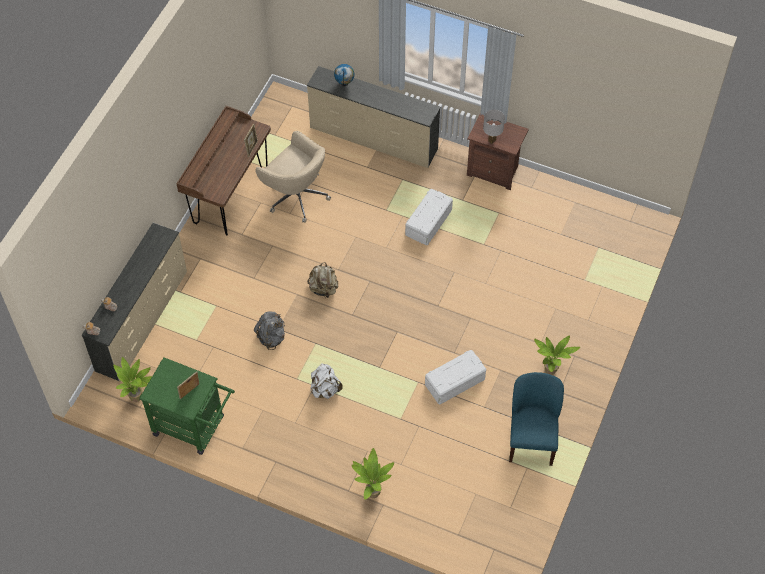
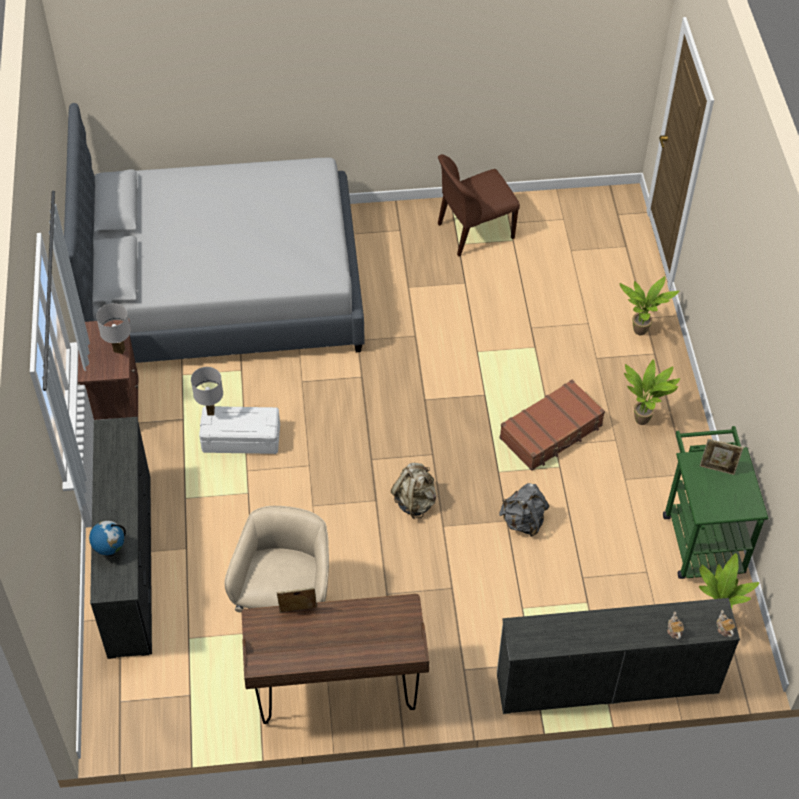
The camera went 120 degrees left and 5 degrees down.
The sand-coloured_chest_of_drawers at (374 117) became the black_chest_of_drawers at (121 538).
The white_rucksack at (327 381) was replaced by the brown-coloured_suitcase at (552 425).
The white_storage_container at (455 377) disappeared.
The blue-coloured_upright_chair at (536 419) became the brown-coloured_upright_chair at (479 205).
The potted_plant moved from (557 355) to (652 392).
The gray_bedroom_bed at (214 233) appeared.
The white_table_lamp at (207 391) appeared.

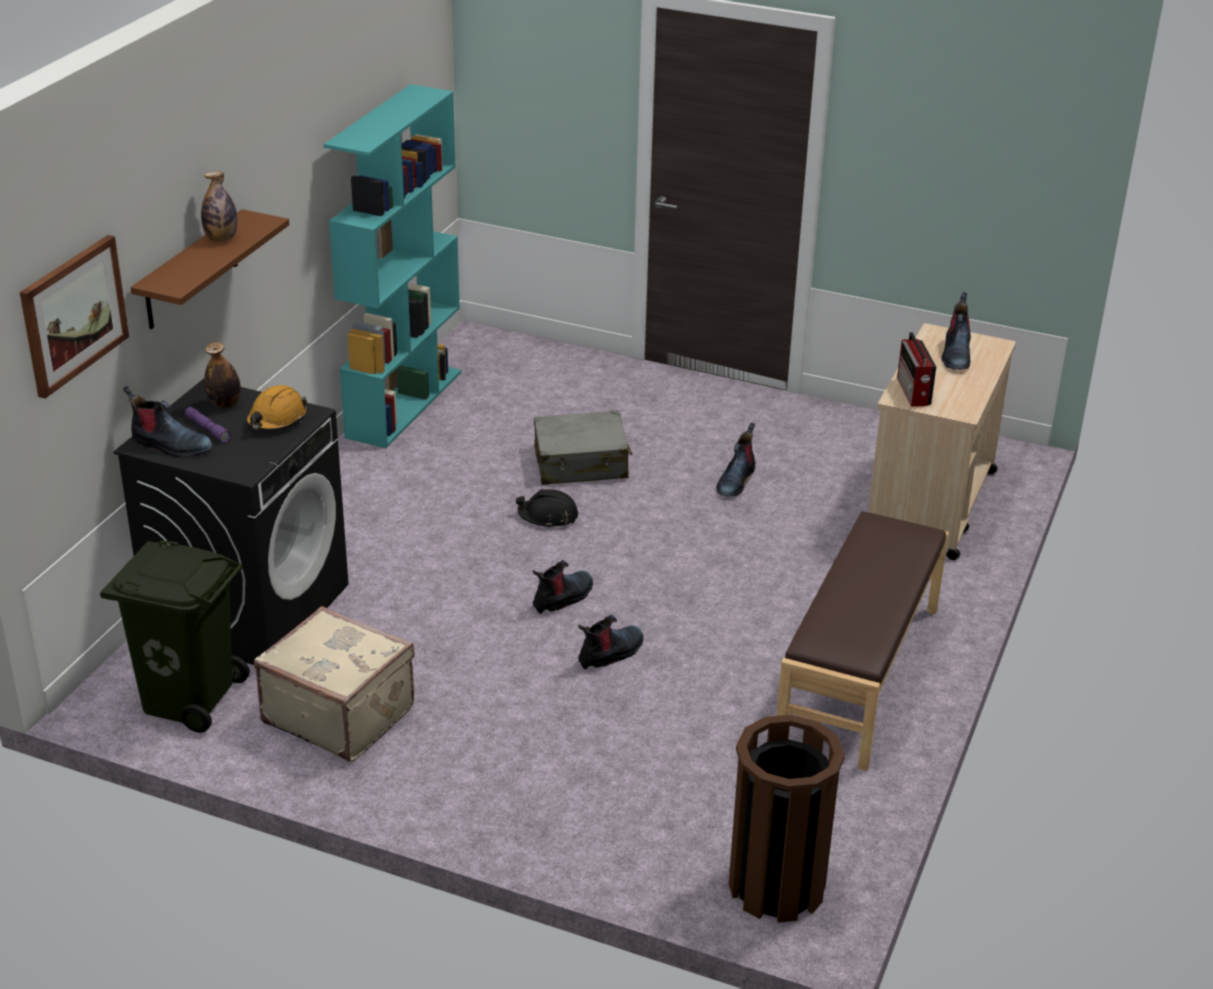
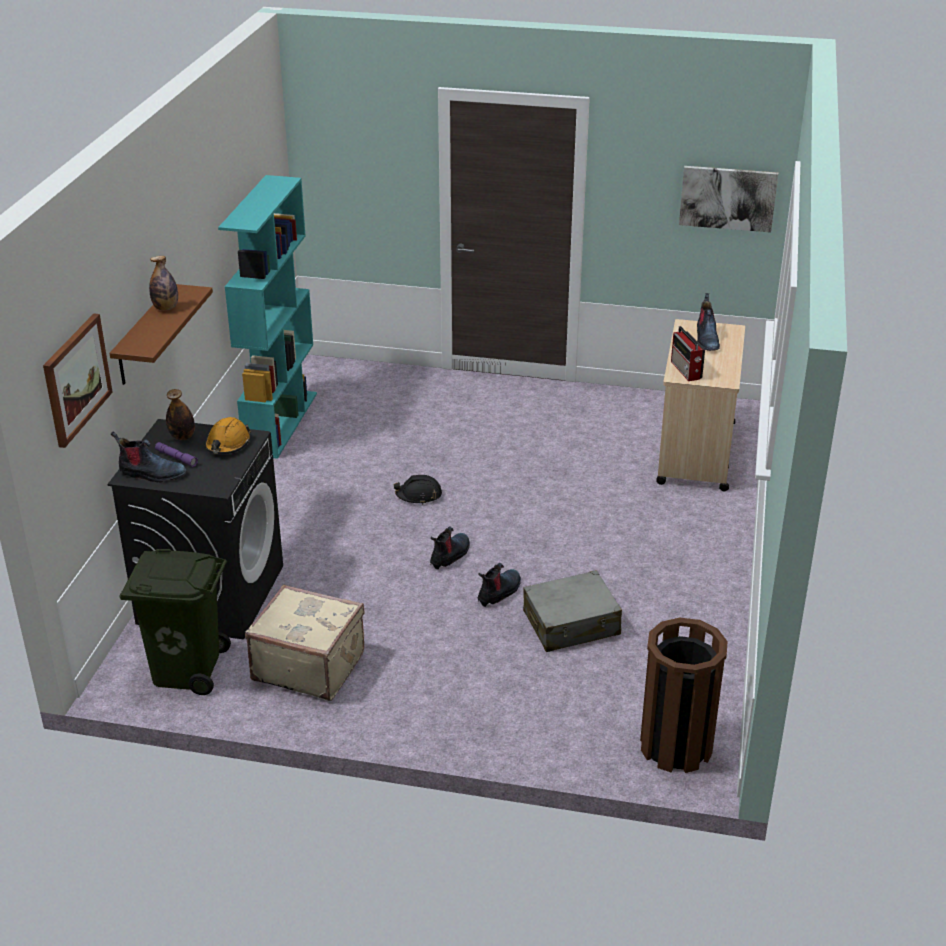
The camera went 10 degrees left and 0 degrees up.
The gray_suitcase moved from (583 447) to (572 611).
The boot at (736 460) disappeared.
The brown-coloured_long_seat at (862 641) disappeared.
The wall_picture at (728 199) appeared.

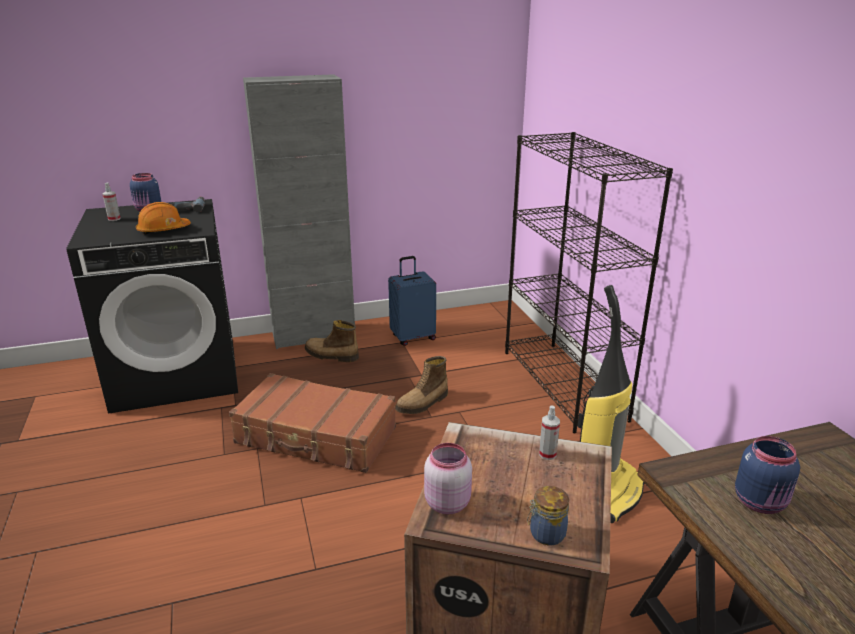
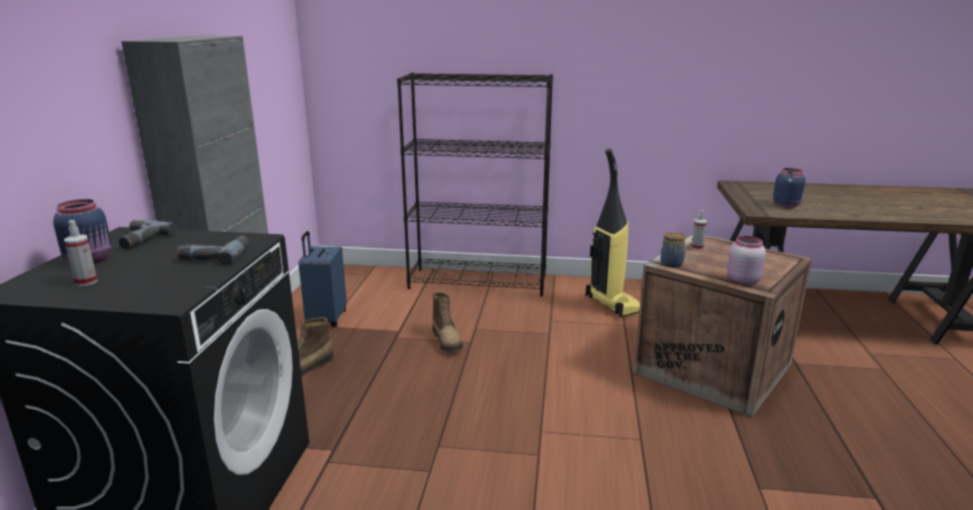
The camera went 65 degrees left and 5 degrees down.
The orange_work_helmet at (163 218) was replaced by the power_drill at (212 250).
The brown-coloured_suitcase at (312 423) disappeared.
The preserve_jar moved from (548 515) to (673 249).

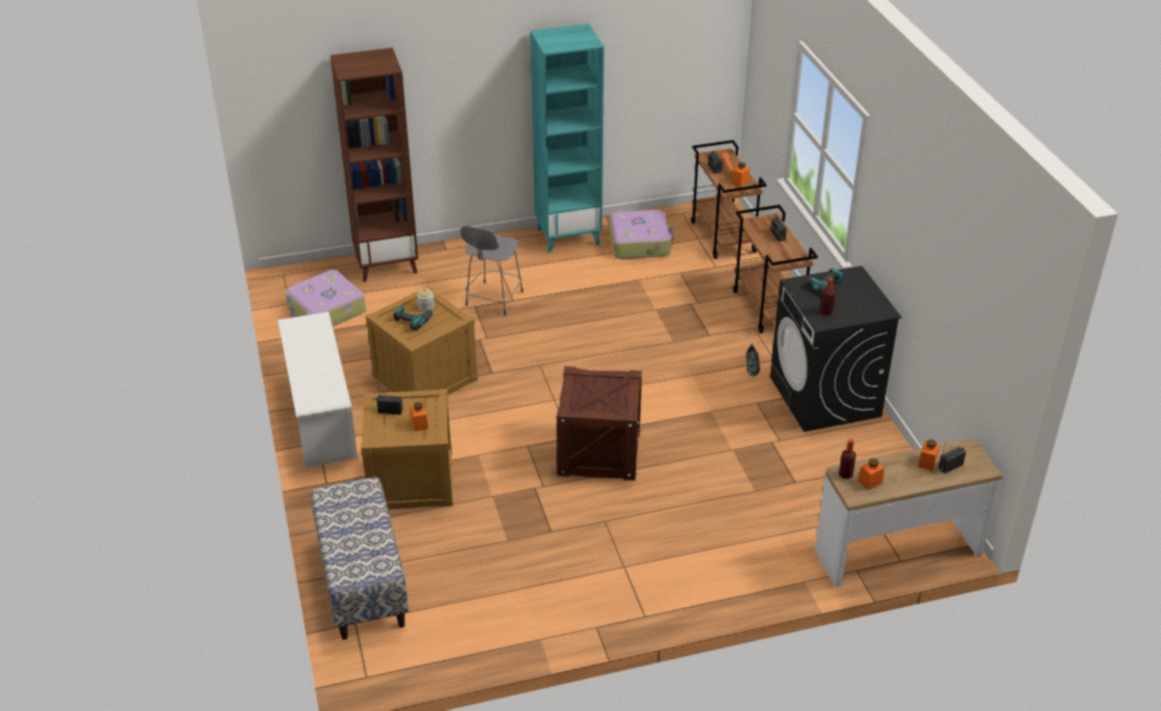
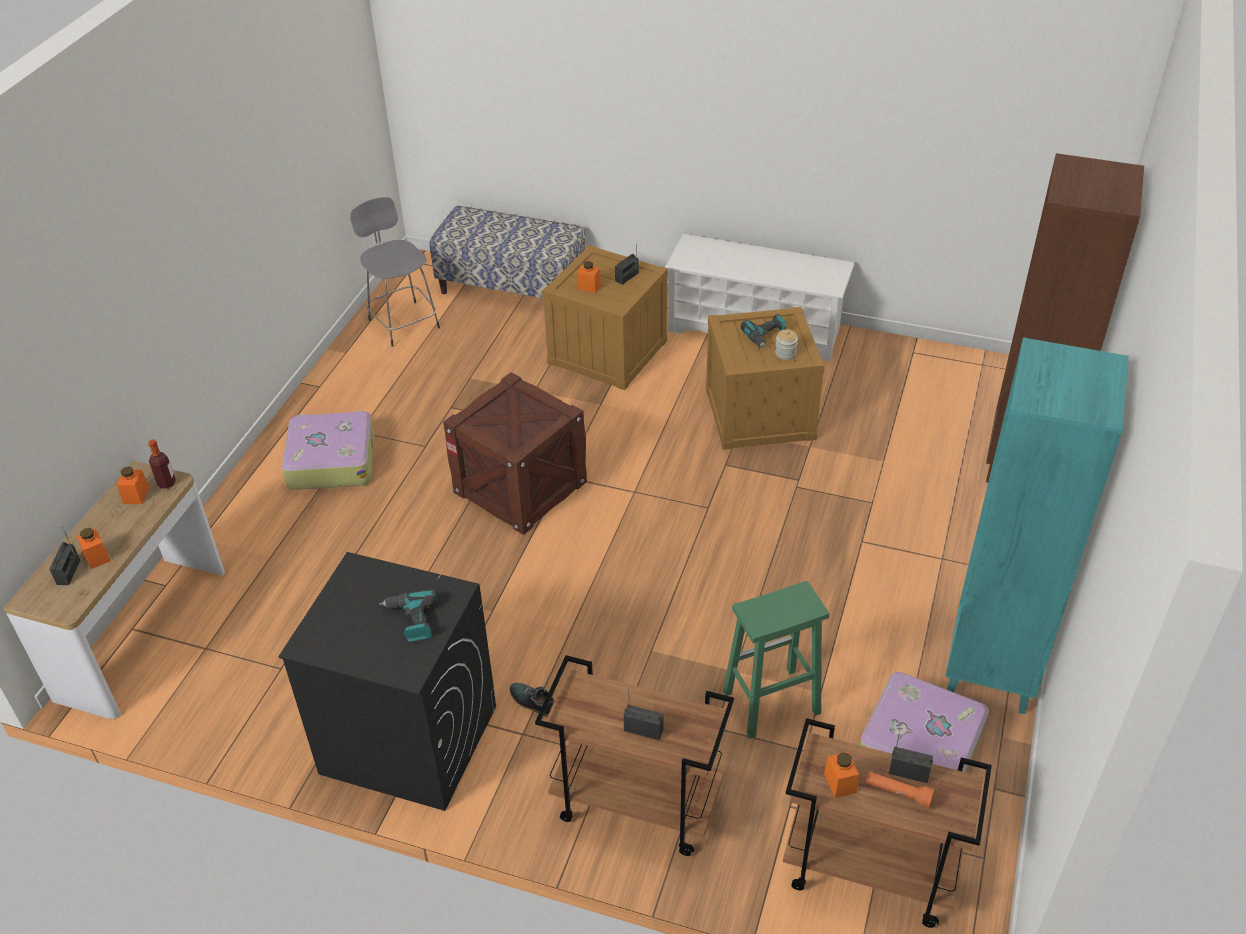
The camera went 125 degrees right and 5 degrees up.
The suitcase moved from (325 298) to (328 450).
The gray_sitting_stool moved from (491 271) to (395 272).
The drink_bottle at (828 297) disappeared.
The greenish_sitting_stool at (776 660) appeared.

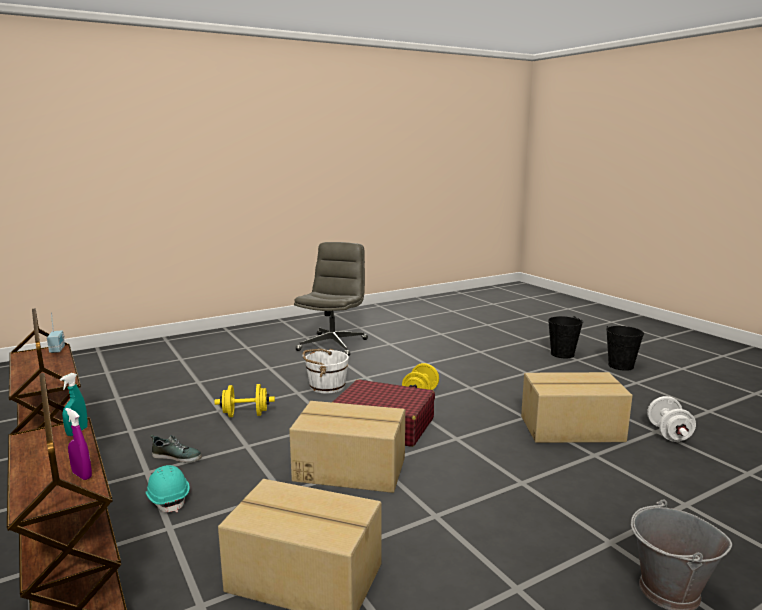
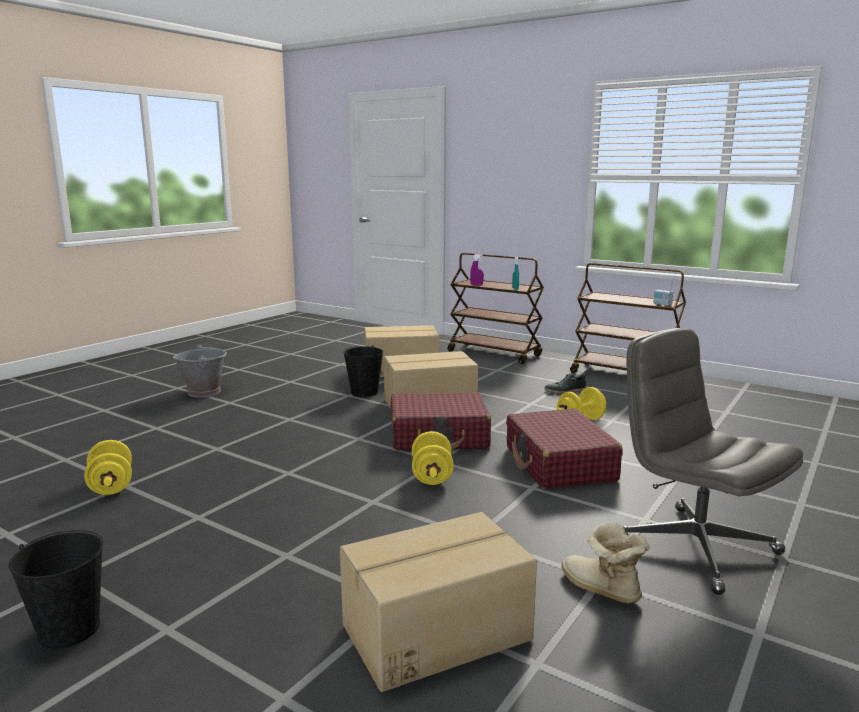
The camera went 155 degrees right and 0 degrees up.
The blue-green_work_helmet at (167 488) disappeared.
The gray_computer_chair at (331 299) turned 150 degrees clockwise.
The white_pail at (325 371) was replaced by the reddish_suitcase at (564 448).
The carton moved from (577 407) to (438 602).
The black_pail moved from (565 337) to (363 371).
The white_hand_weight at (671 419) became the yellow_hand_weight at (108 467).
The boot at (605 563) appeared.

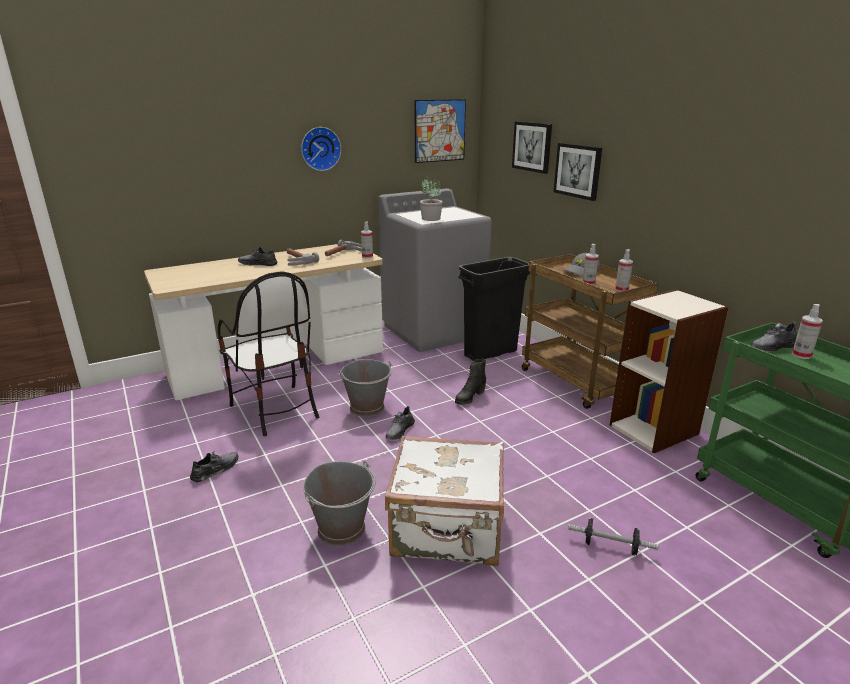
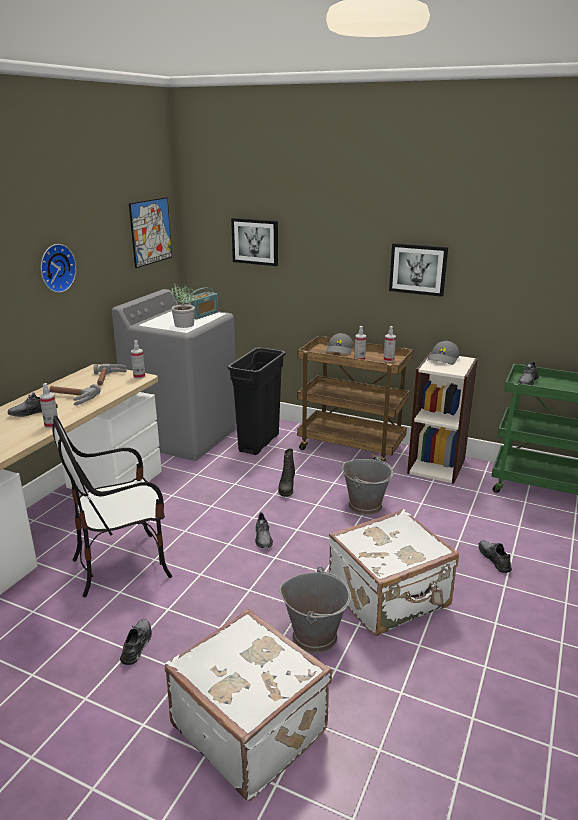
The camera went 35 degrees left and 0 degrees up.
The upright_chair at (268 354) turned 135 degrees clockwise.
The gray_pail moved from (365 388) to (368 485).
The wall_picture moved from (577 172) to (418 270).
The hand_weight at (613 537) was replaced by the gray_shoe at (495 556).
The sprayer moved from (807 331) to (48 405).
The white_suitcase at (248 705) appeared.
The radio_receiver at (201 303) appeared.
The gray_baseball_cap at (443 353) appeared.

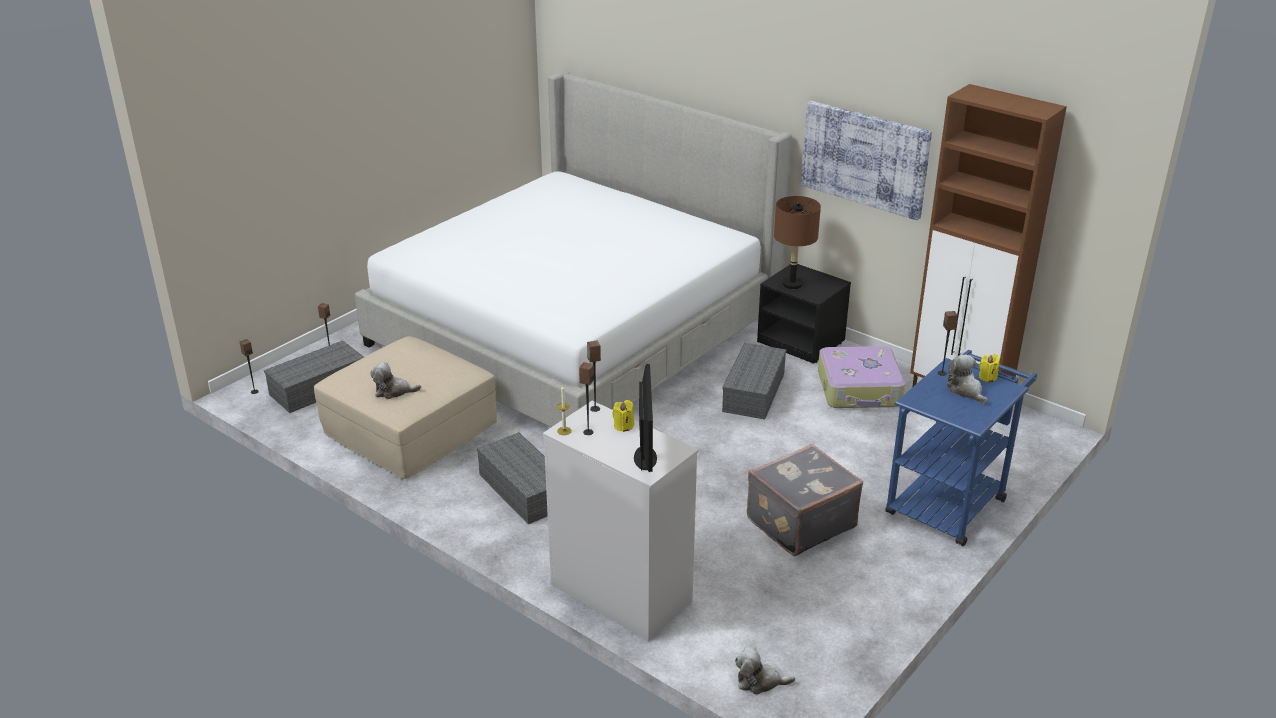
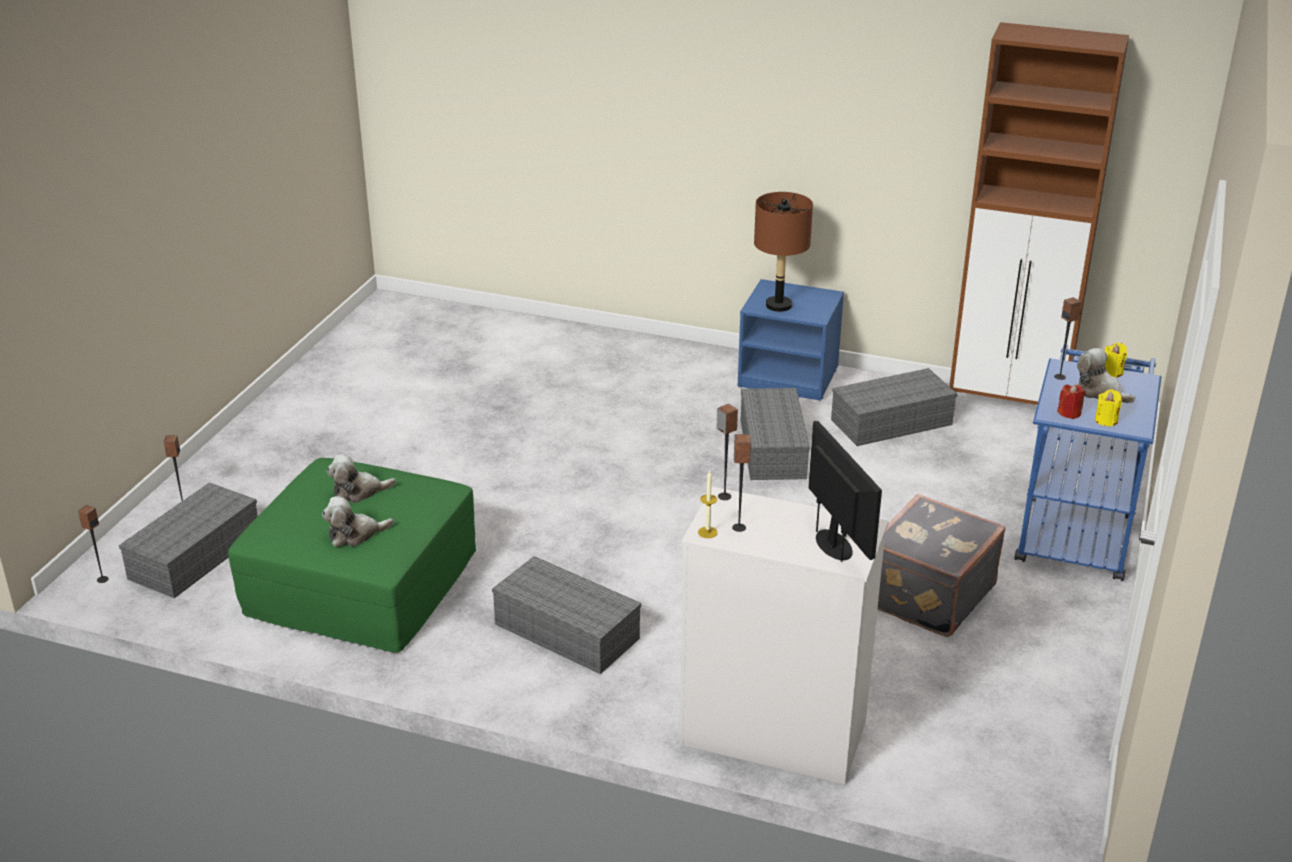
The camera went 20 degrees left and 0 degrees up.
The sand-coloured_ottoman at (405 407) became the greenish_ottoman at (352 555).
The bedroom_bed at (573 249) disappeared.
The yellow_candle moved from (623 416) to (1108 407).
The plush_toy moved from (765 671) to (361 478).
The black_nightstand at (804 314) became the blue-coloured_nightstand at (791 340).
The wall_picture at (866 160) disappeared.
The suitcase at (861 377) was replaced by the gray_storage_container at (894 407).
The reddish_candle at (1071 401) appeared.

